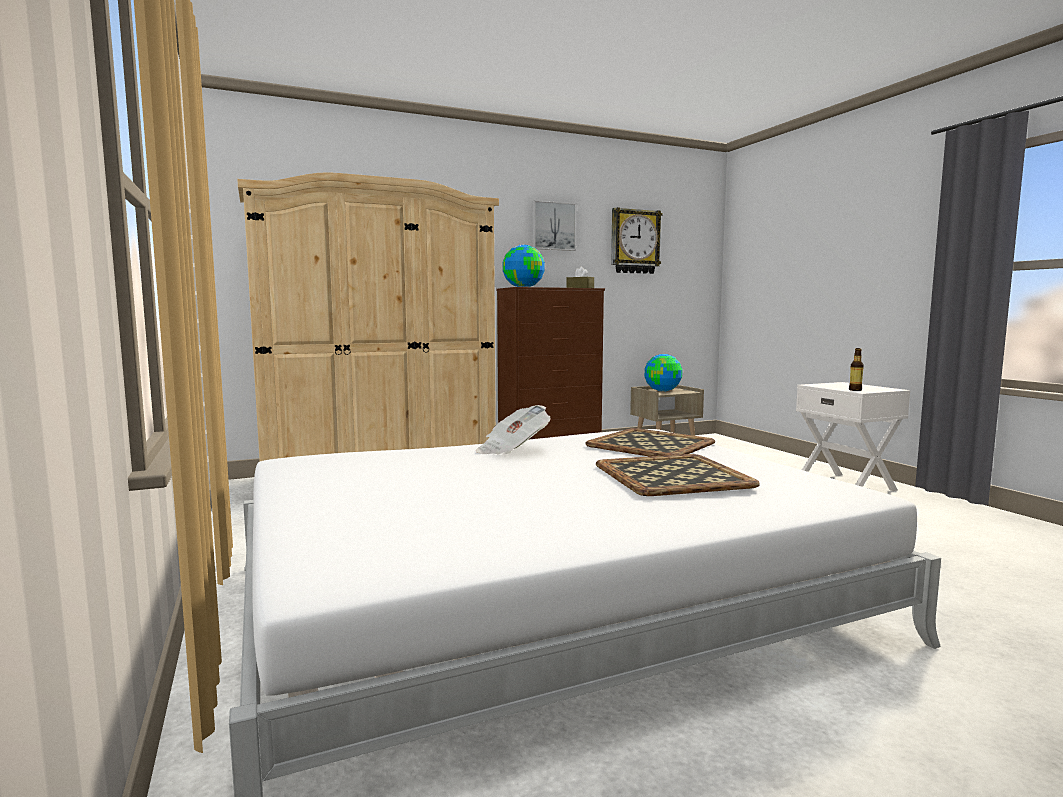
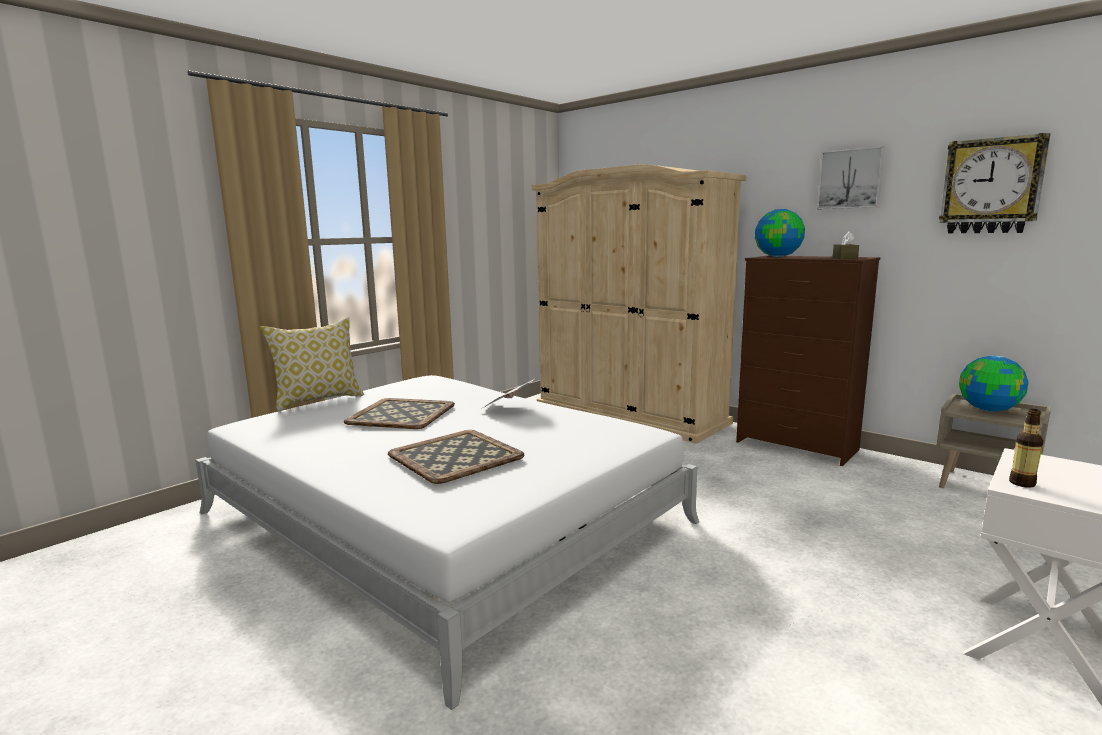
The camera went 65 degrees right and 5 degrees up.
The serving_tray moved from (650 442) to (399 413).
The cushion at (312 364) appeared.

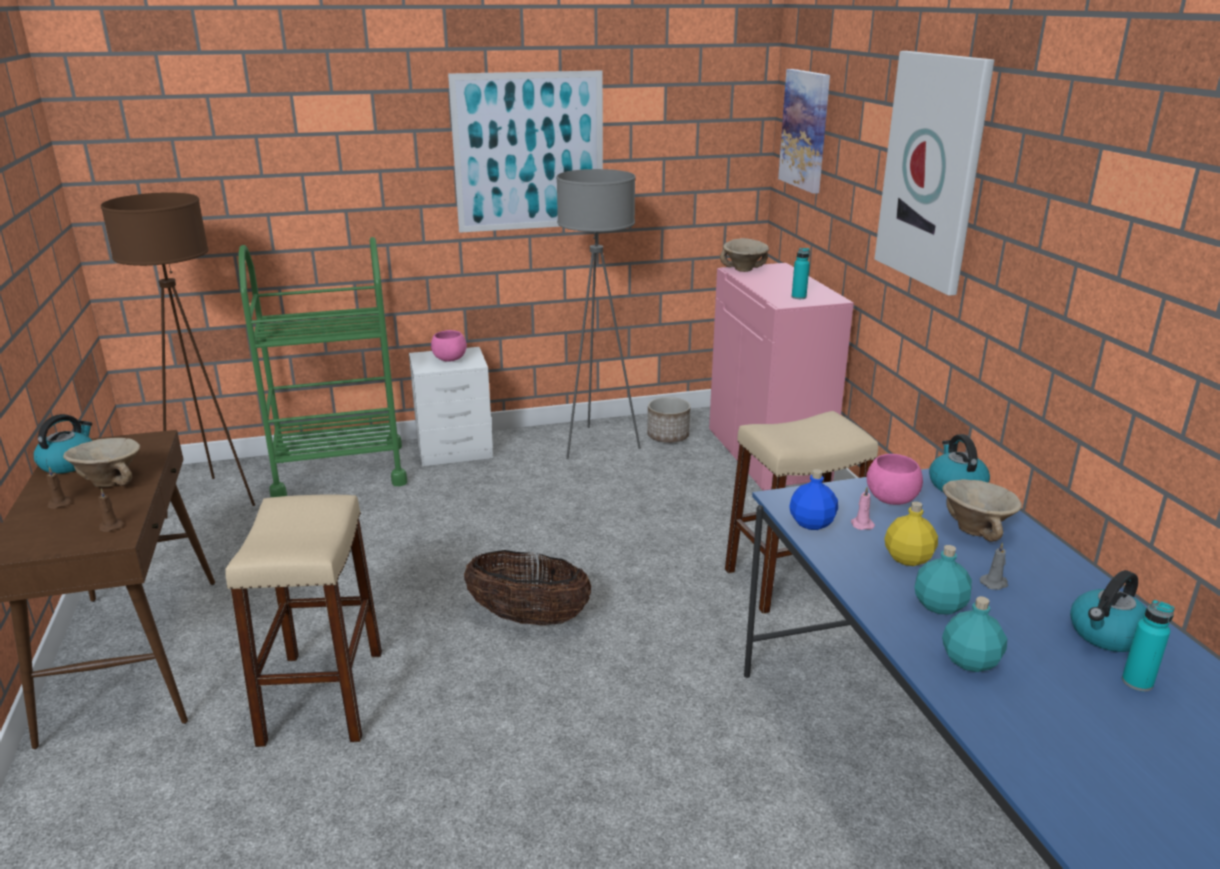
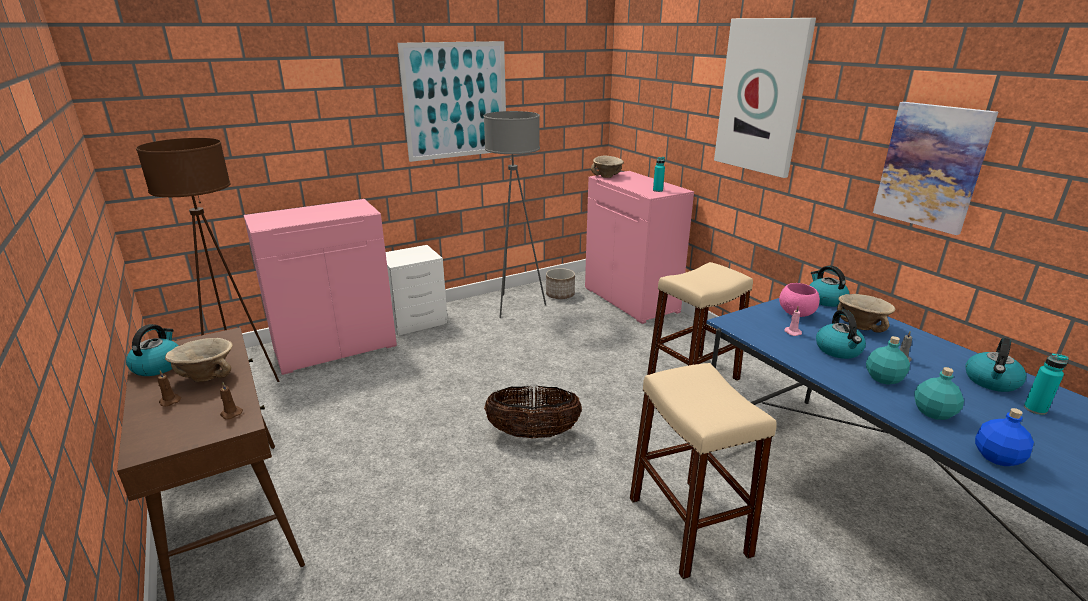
The camera went 15 degrees left and 0 degrees up.
The sand-coloured_sitting_stool moved from (303 620) to (703 471).
The greenish_wheeled_cart at (323 367) was replaced by the pink-coloured_cupboard at (320 287).
The pink-coloured_serving_bowl at (449 346) disappeared.
The wall_picture moved from (804 131) to (935 168).
The blue-coloured_drink_bottle moved from (813 499) to (1004 437).
The yellow_drink_bottle at (911 533) was replaced by the water_kettle at (841 334).

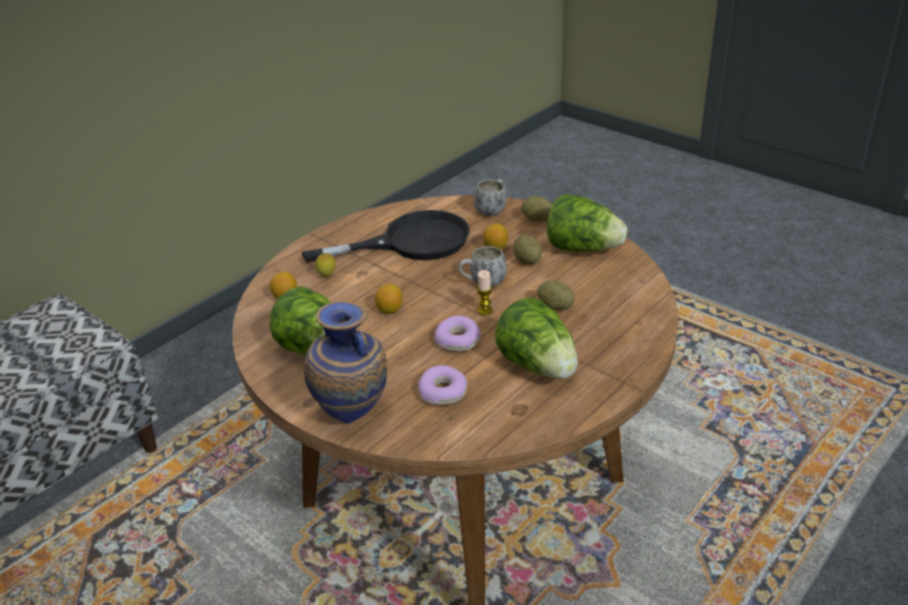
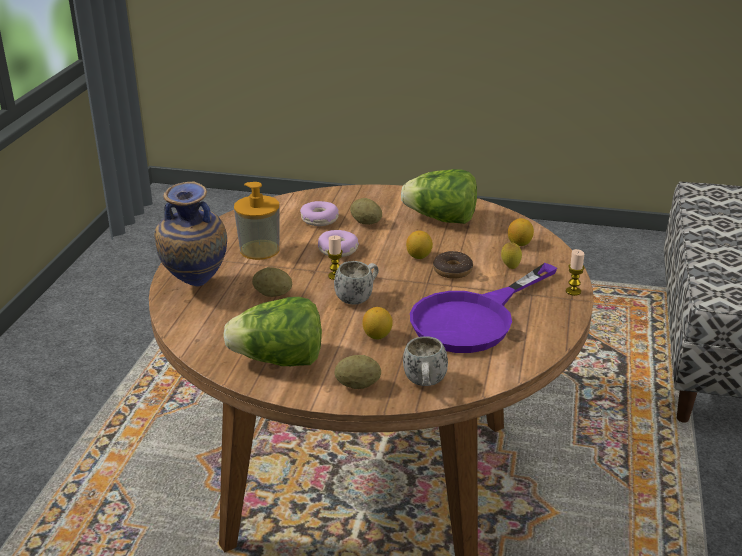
The camera went 150 degrees right and 5 degrees down.
The black_pan at (386 236) became the purple_pan at (483 308).
The flower_vase moved from (345 362) to (190 234).
The lettuce at (536 338) was replaced by the soap_dispenser at (256 221).
The potato moved from (527 249) to (366 211).
The ring_doughnut at (453 265) appeared.
The candle at (575 272) appeared.

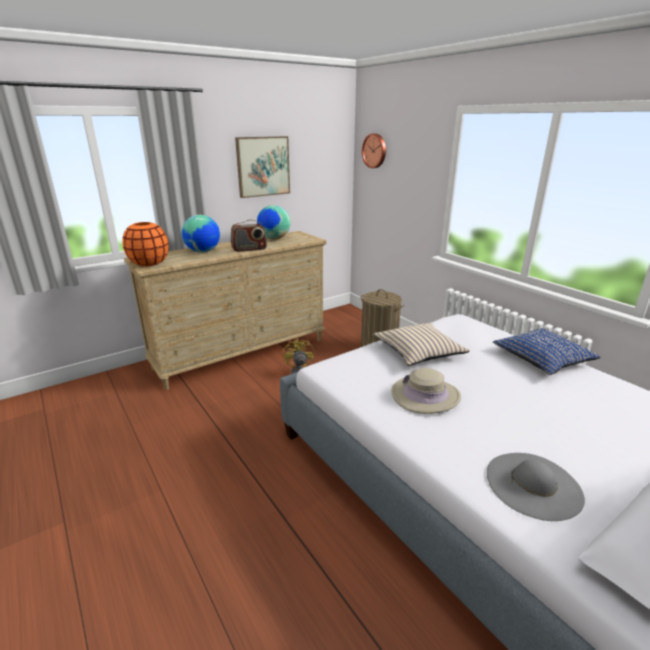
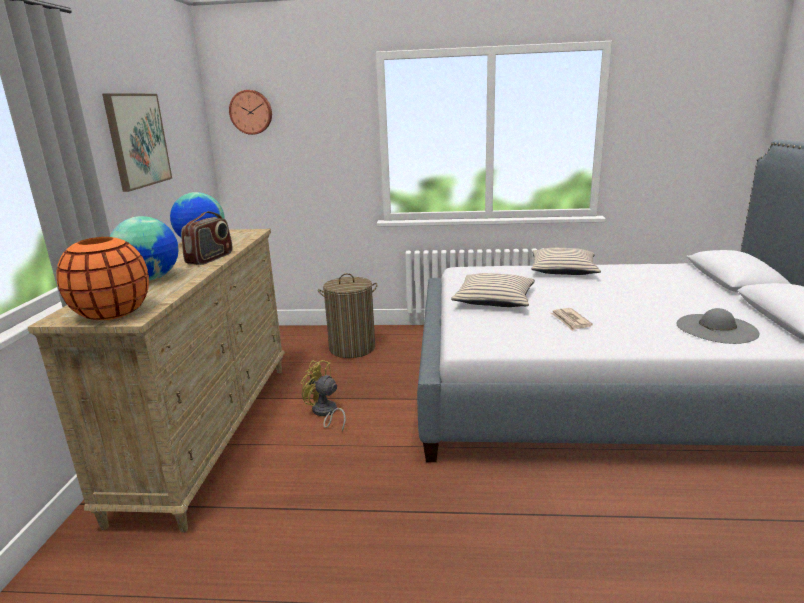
The camera went 50 degrees left and 5 degrees down.
The sand-coloured_hat at (426 391) was replaced by the daily_paper at (572 319).
The blue-coloured_cushion at (547 351) became the sand-coloured_cushion at (566 261).

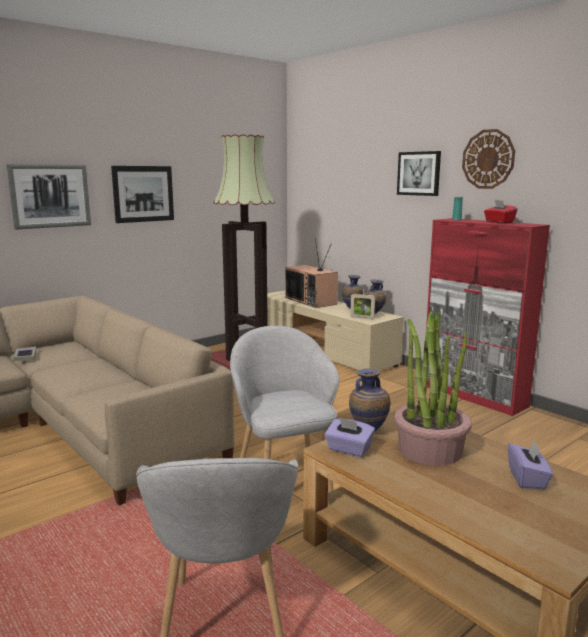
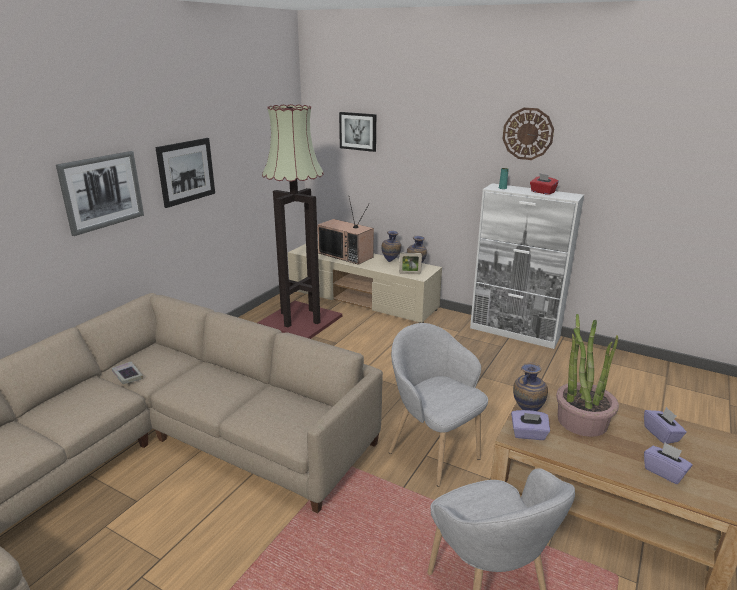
The camera went 20 degrees left and 10 degrees up.
The wall_picture moved from (419 173) to (357 132).
The reddish_cupboard at (488 317) became the white_cupboard at (527 266).
The purple_tissue_box at (668 463) appeared.

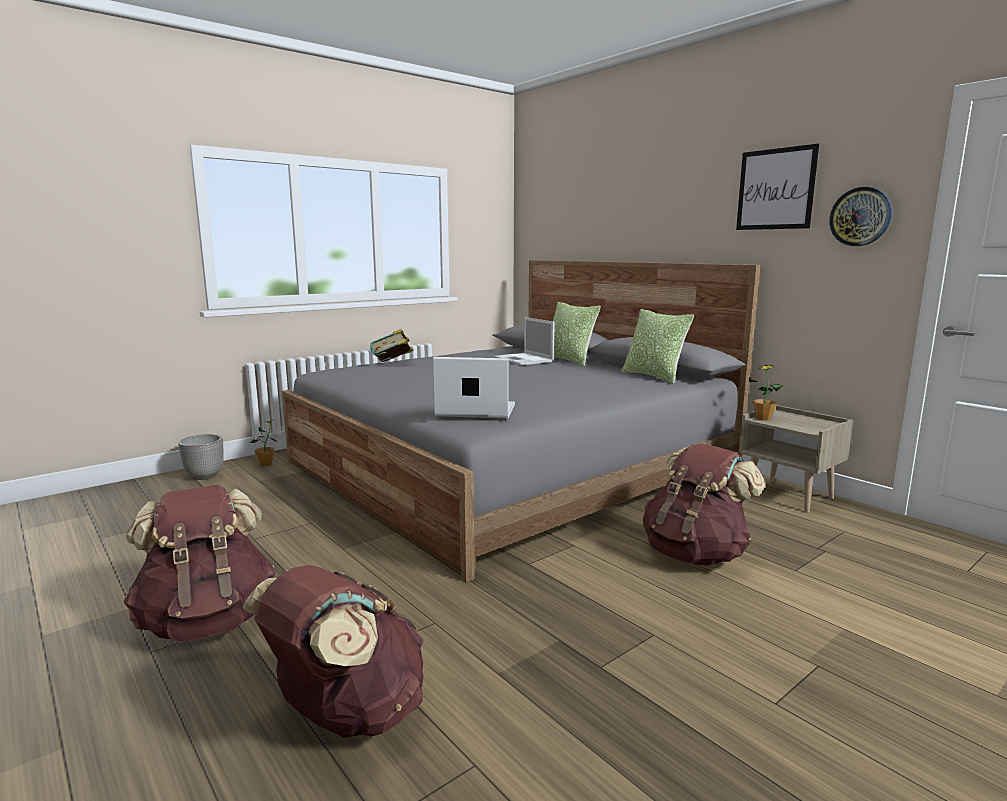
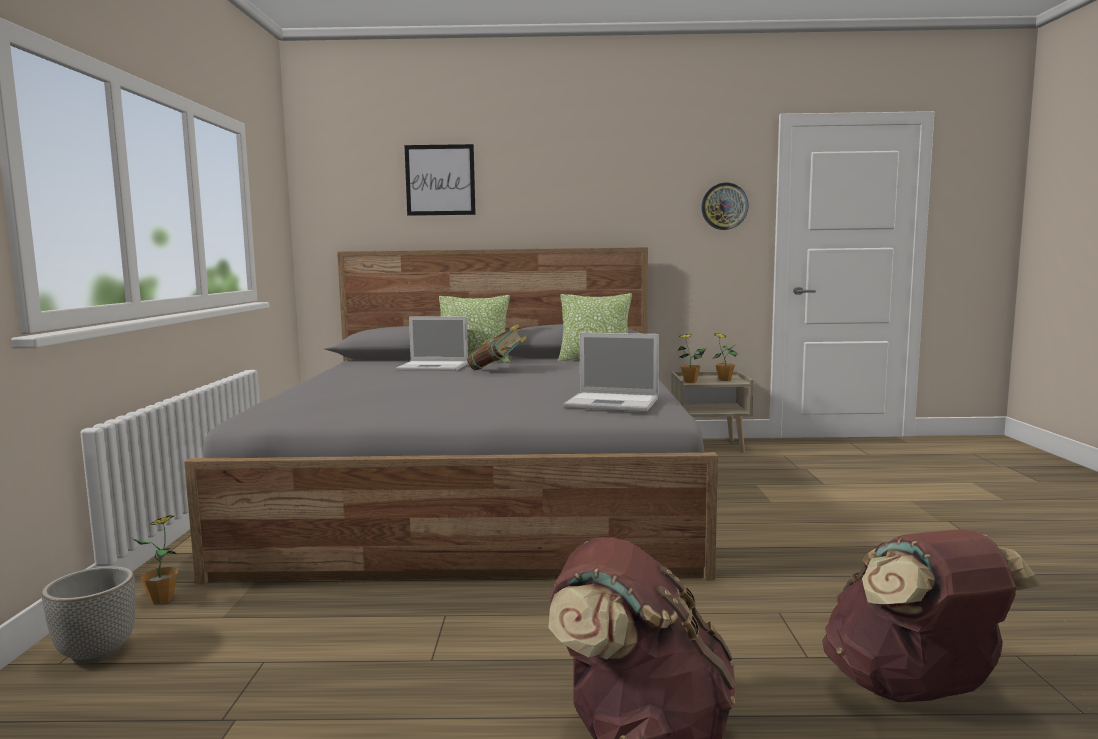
The camera went 50 degrees left and 5 degrees down.
The book moved from (392 345) to (497 347).
The notebook_computer at (474 388) turned 120 degrees counterclockwise.
The brown-coloured_rucksack at (704 504) disappeared.
The wall_picture moved from (777 187) to (440 180).
The potted_plant at (725 357) appeared.

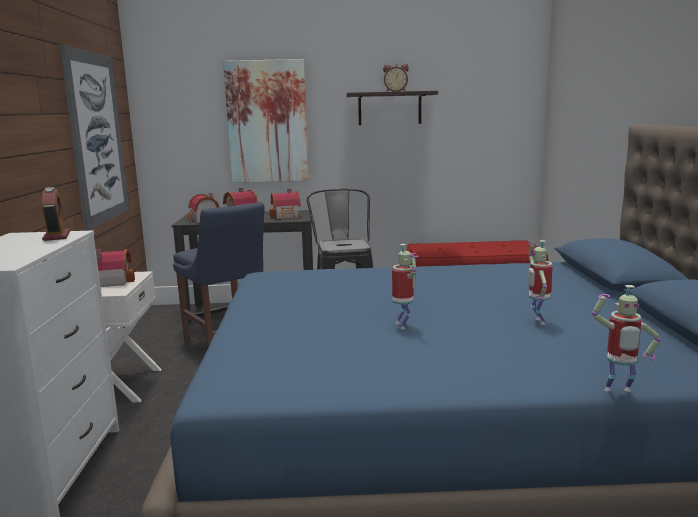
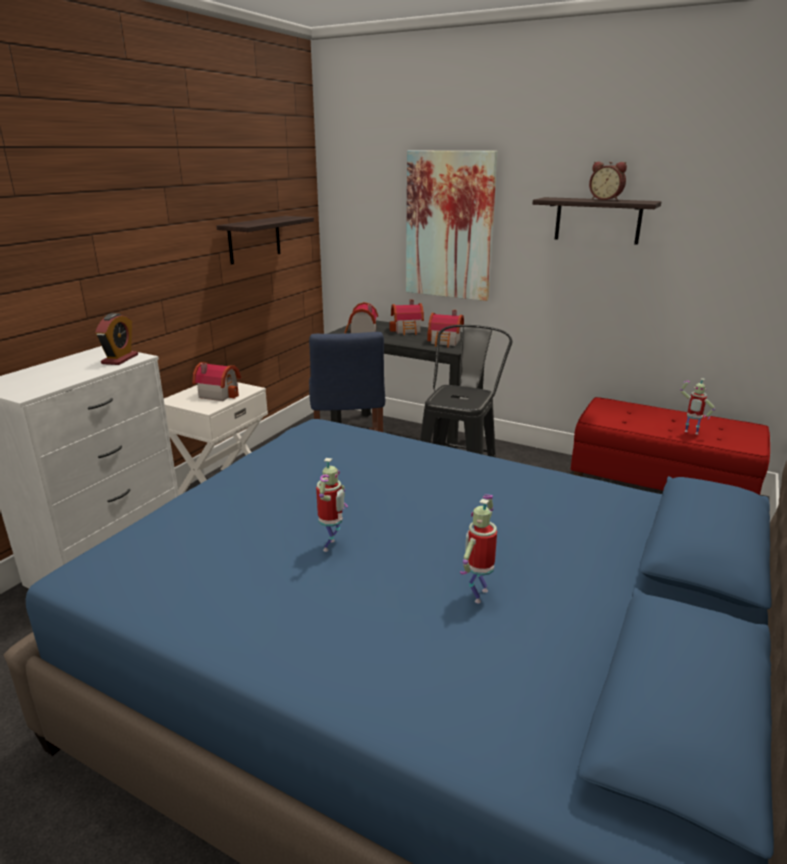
The camera went 30 degrees right and 10 degrees up.
The wall_picture at (94 138) was replaced by the shelf at (265 240).
The robot_figure moved from (626 338) to (697 406).

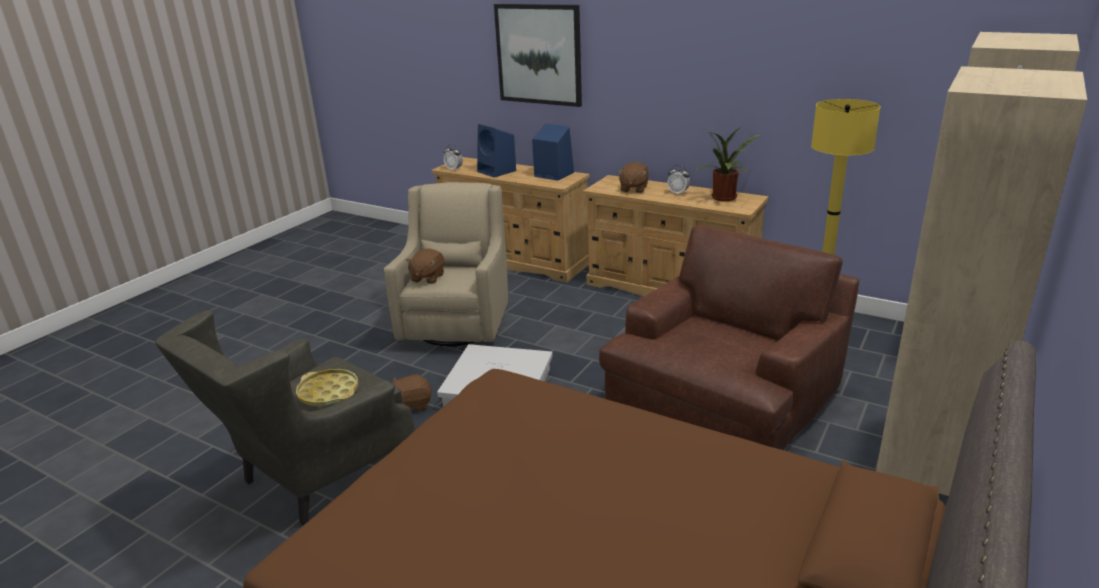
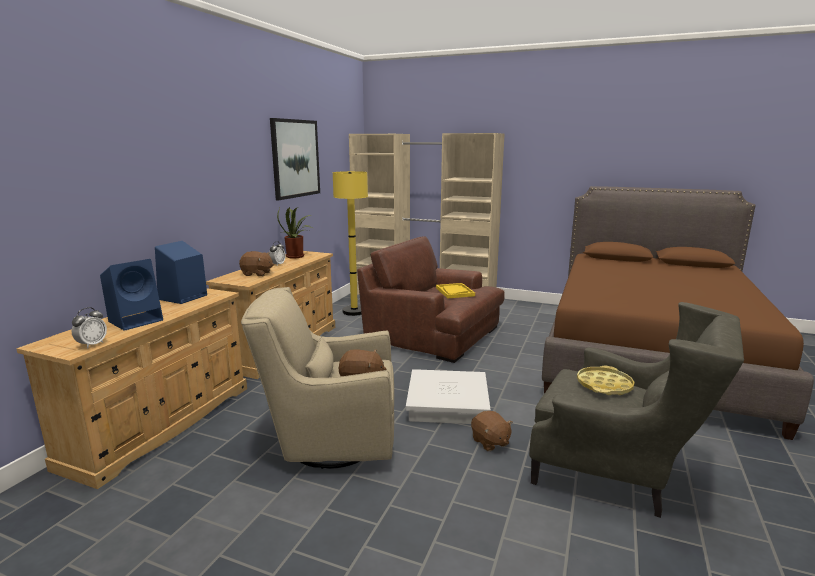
The camera went 100 degrees left and 10 degrees down.
The wall_picture moved from (538 55) to (295 159).
The yellow_serving_tray at (455 291) appeared.

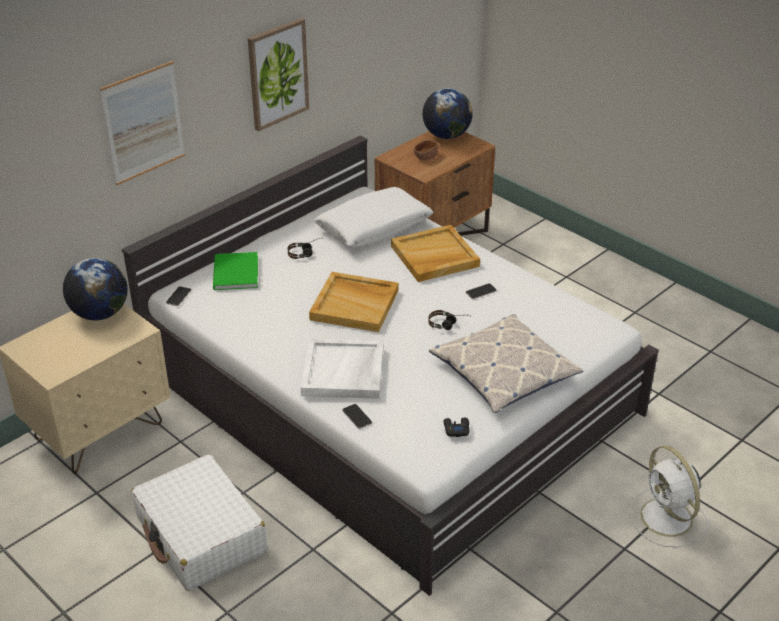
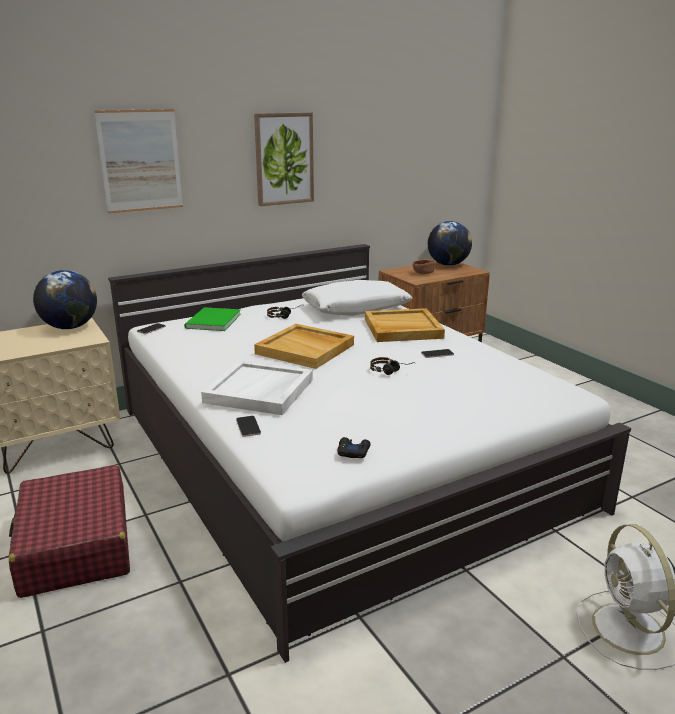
The camera went 15 degrees right and 15 degrees down.
The white_suitcase at (199 522) became the reddish_suitcase at (69 531).
The cushion at (506 363) disappeared.

